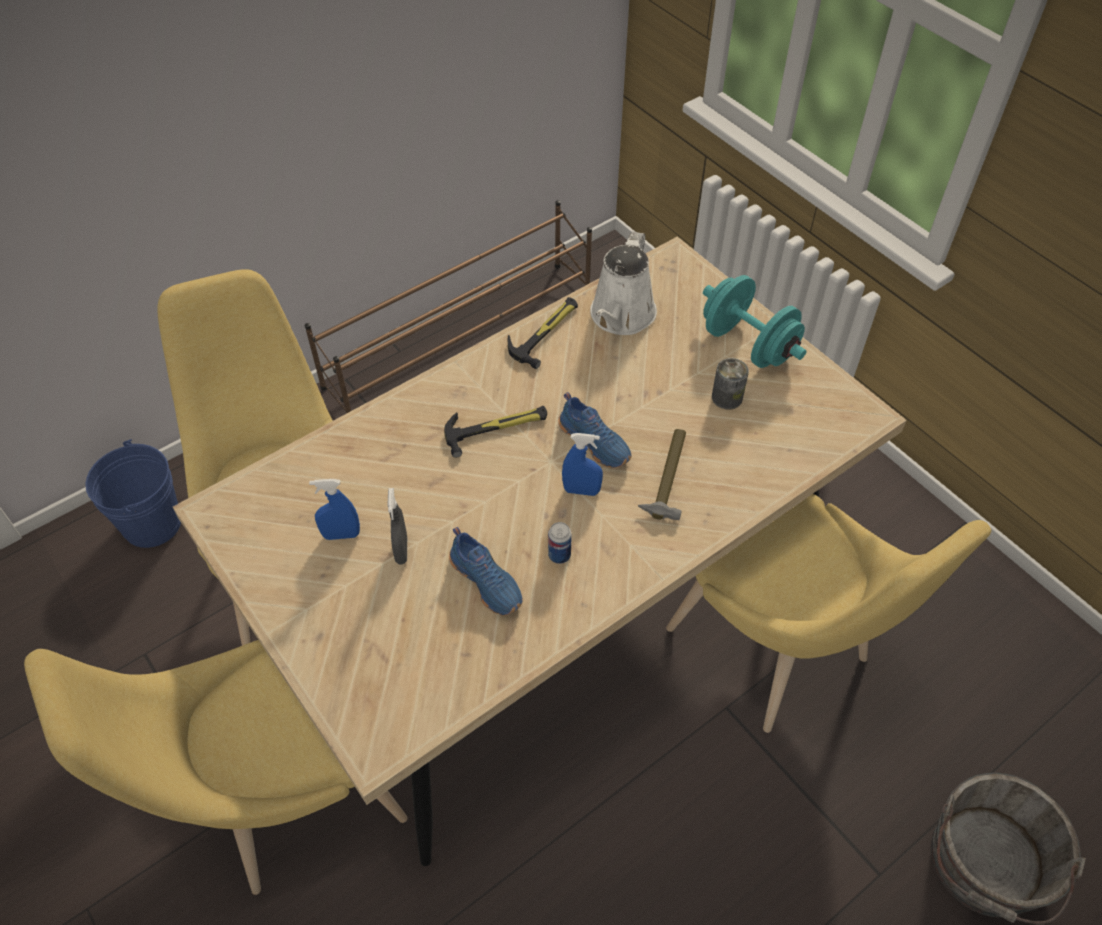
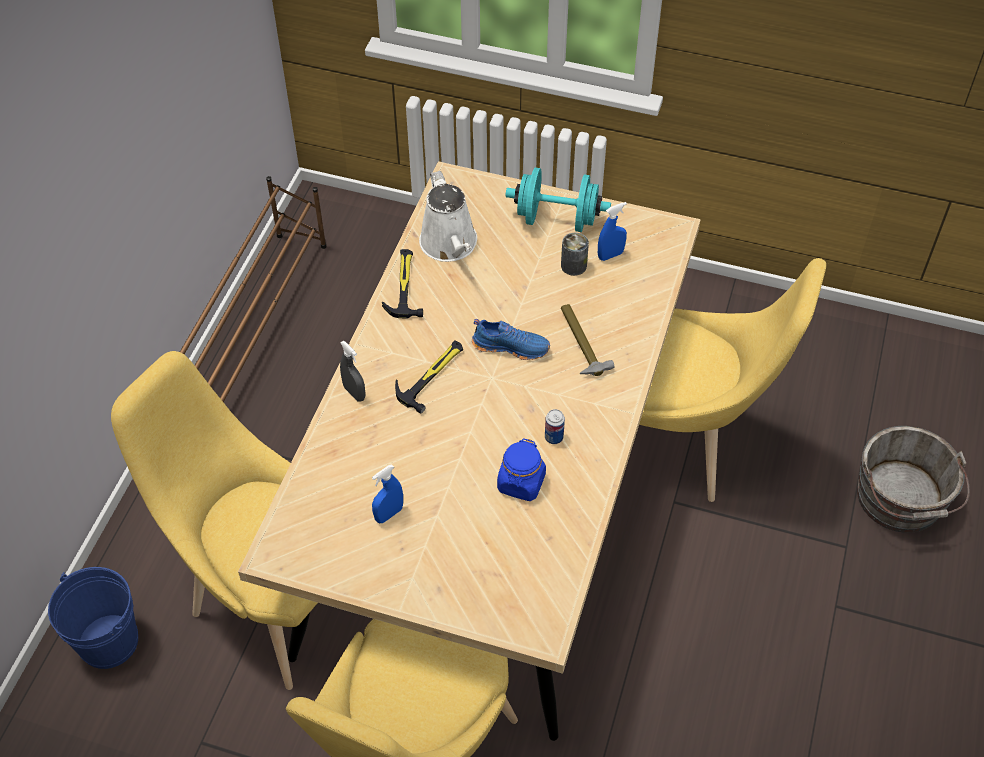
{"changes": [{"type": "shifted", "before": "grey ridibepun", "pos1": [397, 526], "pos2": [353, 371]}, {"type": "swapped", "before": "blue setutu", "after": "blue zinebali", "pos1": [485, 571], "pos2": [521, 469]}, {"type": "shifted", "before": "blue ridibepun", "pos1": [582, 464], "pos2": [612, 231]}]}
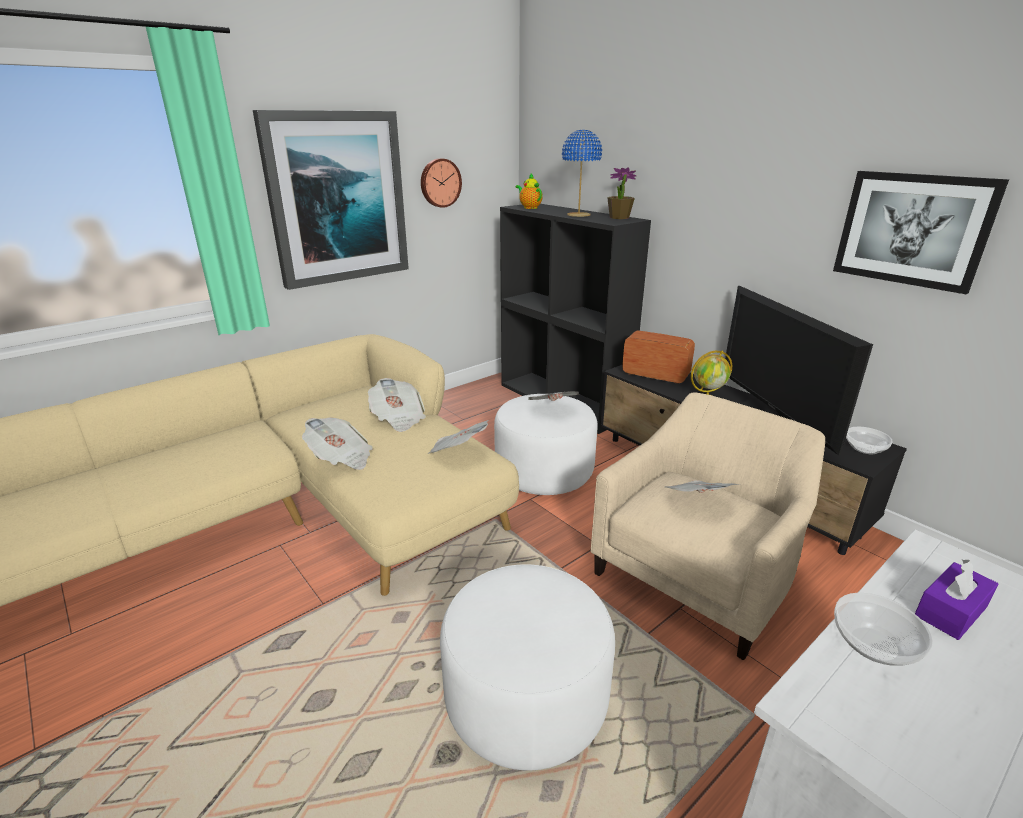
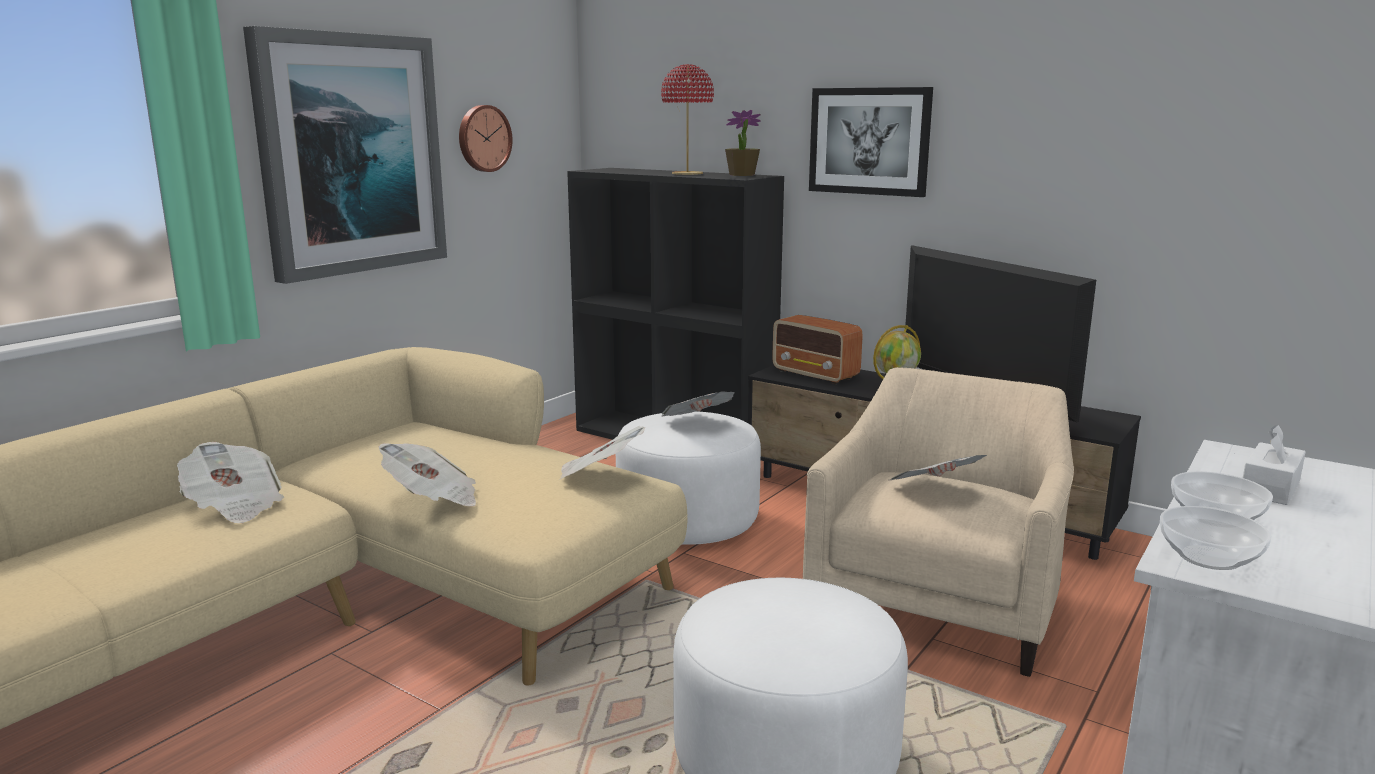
{"changes": [{"type": "shifted", "before": "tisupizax", "pos1": [397, 405], "pos2": [230, 482]}, {"type": "repainted", "before": "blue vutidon", "after": "red vutidon", "pos1": [582, 173], "pos2": [687, 119]}, {"type": "rotated", "before": "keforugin", "pos1": [658, 357], "pos2": [817, 349], "turn": -150}, {"type": "shifted", "before": "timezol", "pos1": [921, 232], "pos2": [871, 142]}, {"type": "shifted", "before": "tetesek", "pos1": [869, 440], "pos2": [1216, 538]}, {"type": "repainted", "before": "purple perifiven", "after": "white perifiven", "pos1": [956, 599], "pos2": [1274, 464]}, {"type": "gone", "before": "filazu", "pos1": [529, 191]}]}
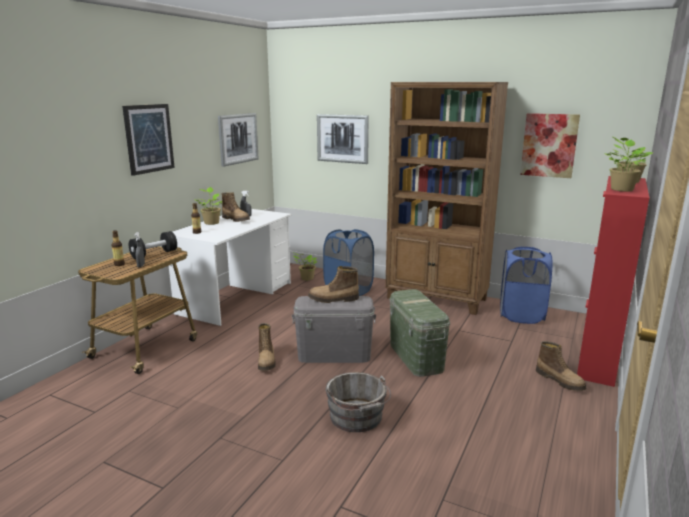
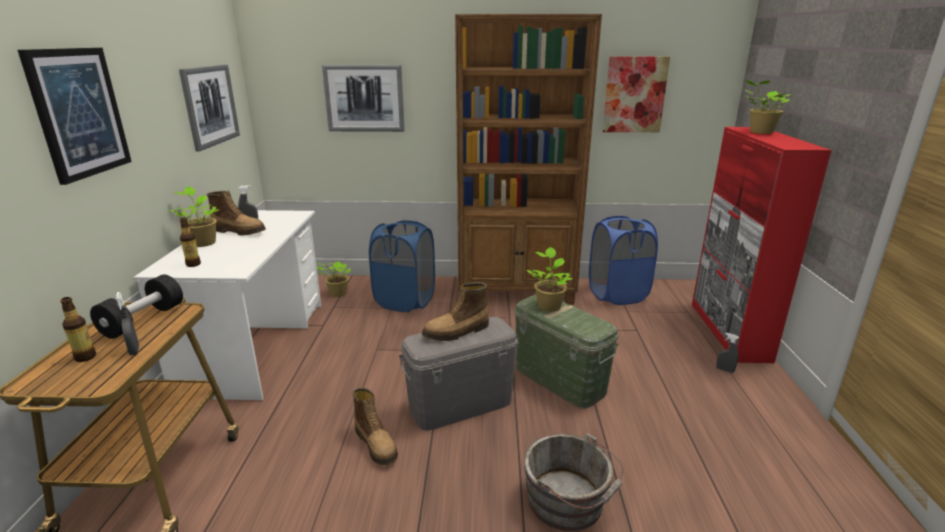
{"changes": [{"type": "shifted", "before": "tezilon", "pos1": [625, 166], "pos2": [549, 279]}, {"type": "swapped", "before": "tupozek", "after": "grey ridibepun", "pos1": [561, 366], "pos2": [727, 353]}]}
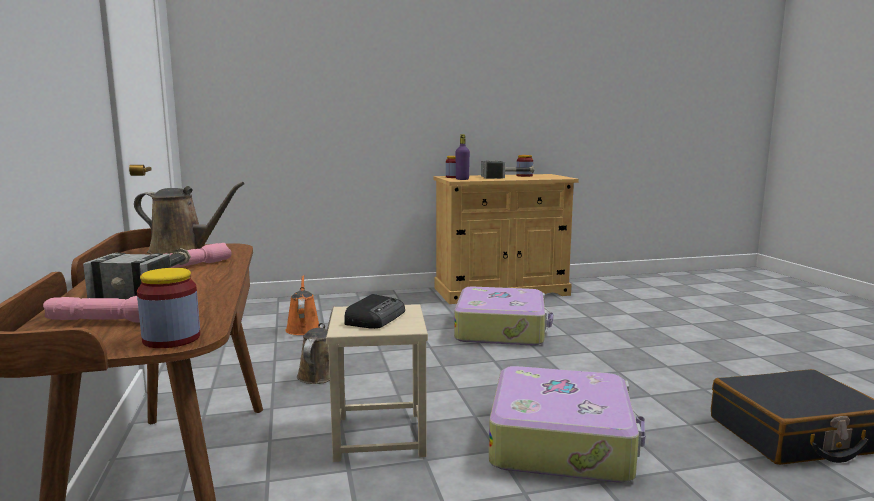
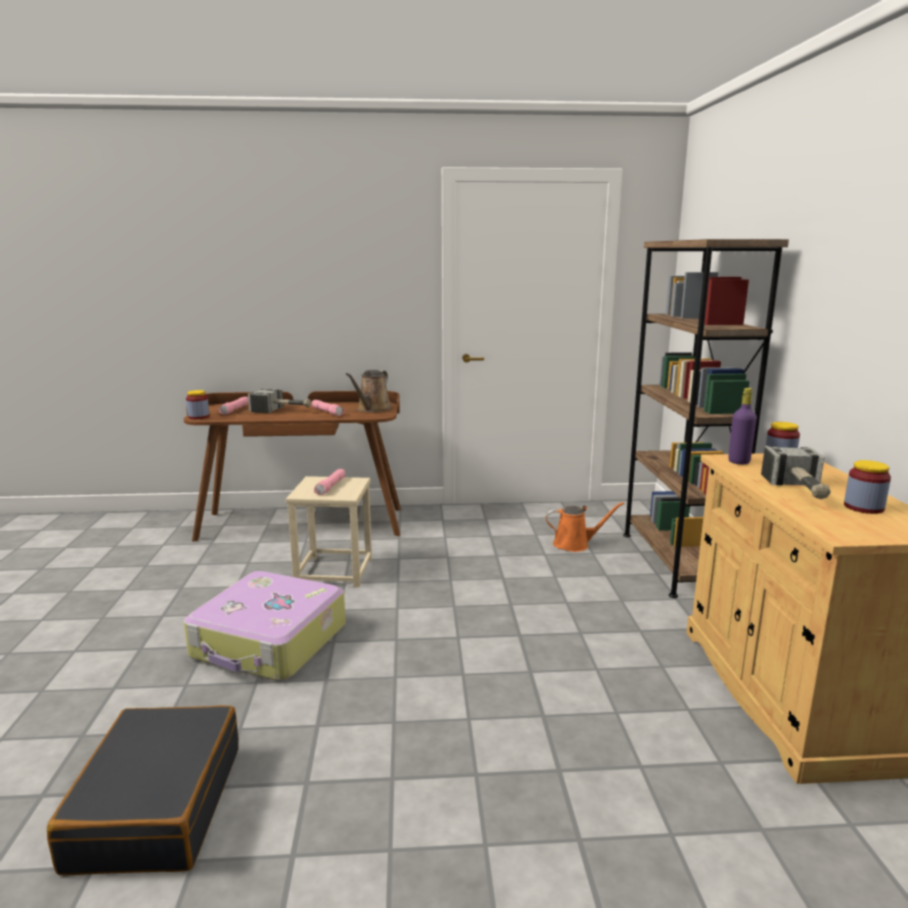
{"changes": [{"type": "swapped", "before": "keforugin", "after": "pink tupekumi", "pos1": [374, 311], "pos2": [329, 482]}, {"type": "new", "after": "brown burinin", "pos2": [706, 418]}, {"type": "gone", "before": "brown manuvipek", "pos1": [316, 345]}, {"type": "gone", "before": "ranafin", "pos1": [503, 316]}]}
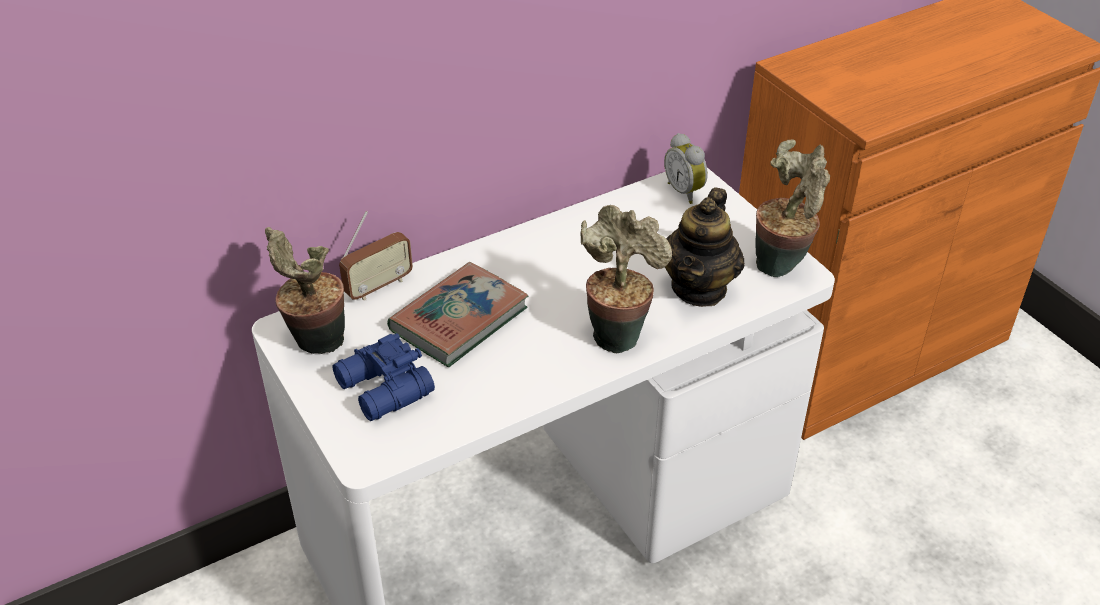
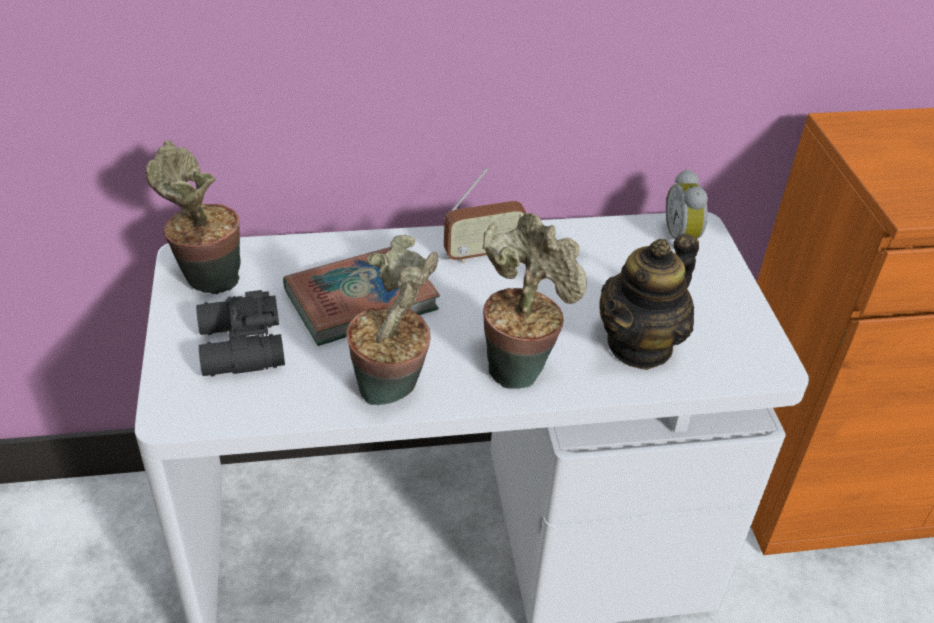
{"changes": [{"type": "repainted", "before": "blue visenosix", "after": "black visenosix", "pos1": [383, 377], "pos2": [240, 333]}, {"type": "shifted", "before": "tezilon", "pos1": [792, 208], "pos2": [392, 320]}, {"type": "shifted", "before": "keforugin", "pos1": [376, 256], "pos2": [485, 216]}]}
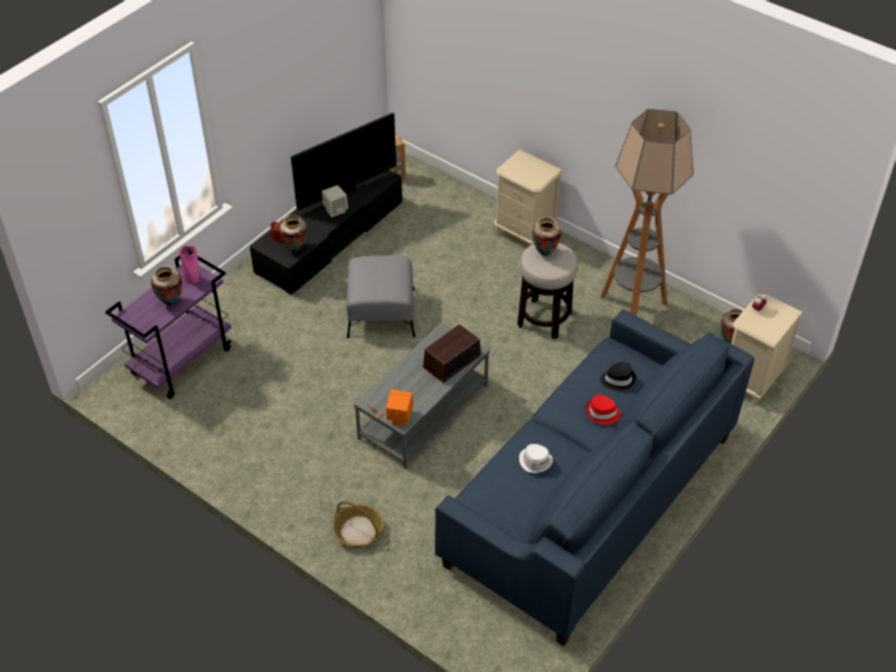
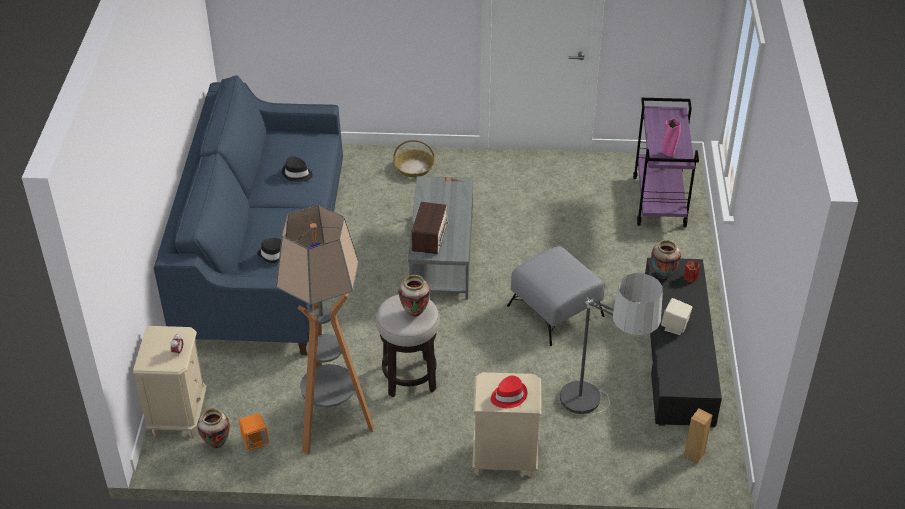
{"changes": [{"type": "shifted", "before": "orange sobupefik", "pos1": [399, 407], "pos2": [254, 432]}, {"type": "repainted", "before": "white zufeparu", "after": "black zufeparu", "pos1": [536, 458], "pos2": [297, 169]}, {"type": "shifted", "before": "red zufeparu", "pos1": [603, 409], "pos2": [509, 391]}, {"type": "new", "after": "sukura", "pos2": [611, 344]}, {"type": "gone", "before": "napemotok", "pos1": [166, 286]}, {"type": "gone", "before": "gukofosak", "pos1": [343, 161]}]}
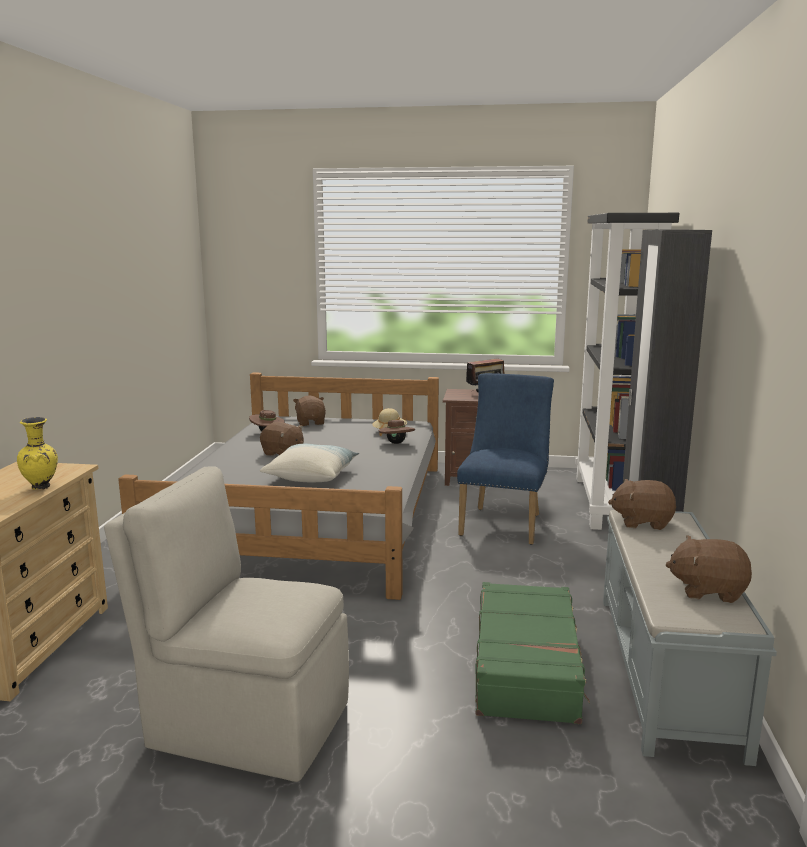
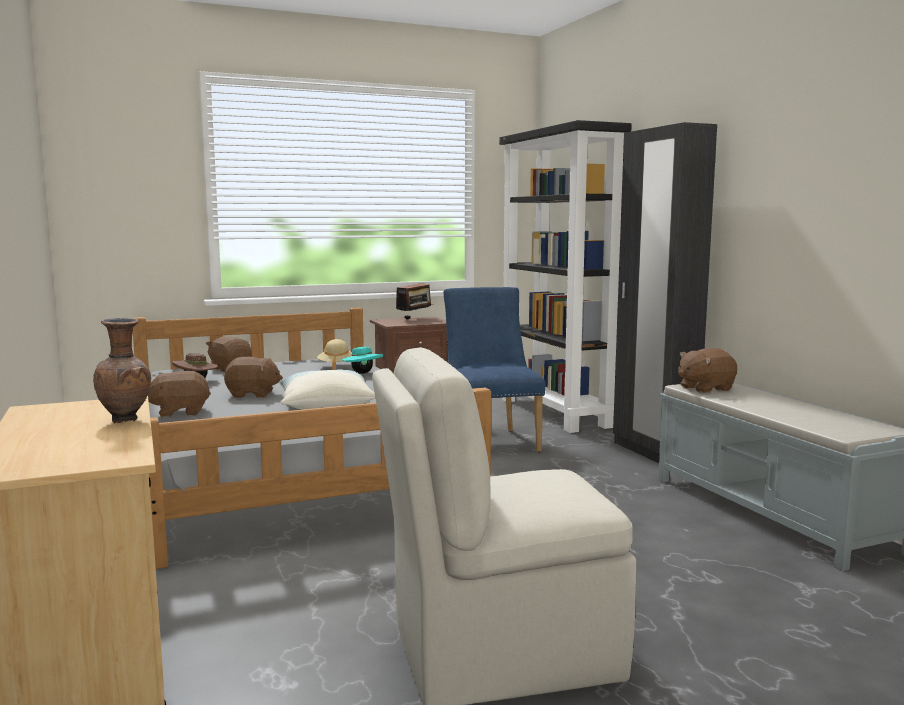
{"changes": [{"type": "repainted", "before": "yellow napemotok", "after": "brown napemotok", "pos1": [37, 453], "pos2": [122, 370]}, {"type": "shifted", "before": "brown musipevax", "pos1": [709, 569], "pos2": [179, 394]}, {"type": "repainted", "before": "brown zufeparu", "after": "turquoise zufeparu", "pos1": [397, 431], "pos2": [362, 359]}, {"type": "gone", "before": "green ranafin", "pos1": [532, 653]}]}
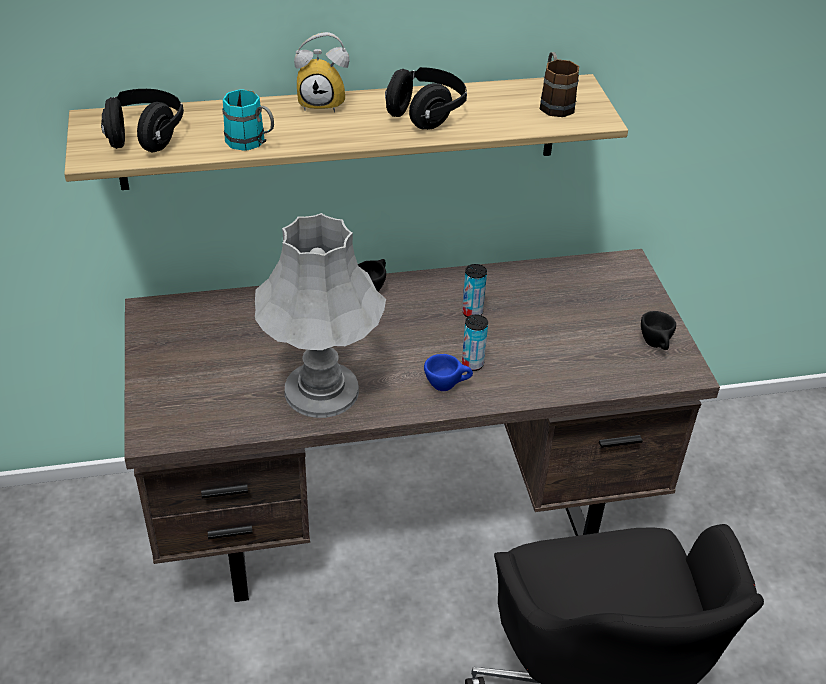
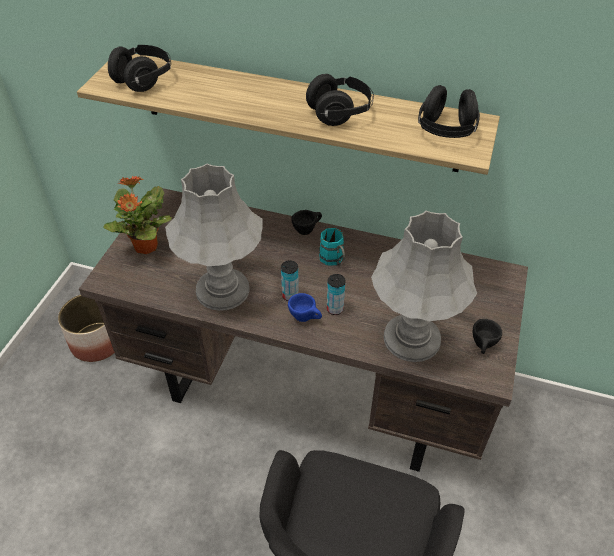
{"changes": [{"type": "new", "after": "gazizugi", "pos2": [86, 328]}, {"type": "new", "after": "tezilon", "pos2": [137, 215]}, {"type": "shifted", "before": "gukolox", "pos1": [474, 290], "pos2": [290, 280]}, {"type": "shifted", "before": "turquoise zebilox", "pos1": [248, 120], "pos2": [332, 247]}, {"type": "new", "after": "grey vutidon", "pos2": [424, 286]}, {"type": "swapped", "before": "brown zebilox", "after": "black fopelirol", "pos1": [559, 84], "pos2": [449, 111]}, {"type": "gone", "before": "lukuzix", "pos1": [322, 72]}]}
